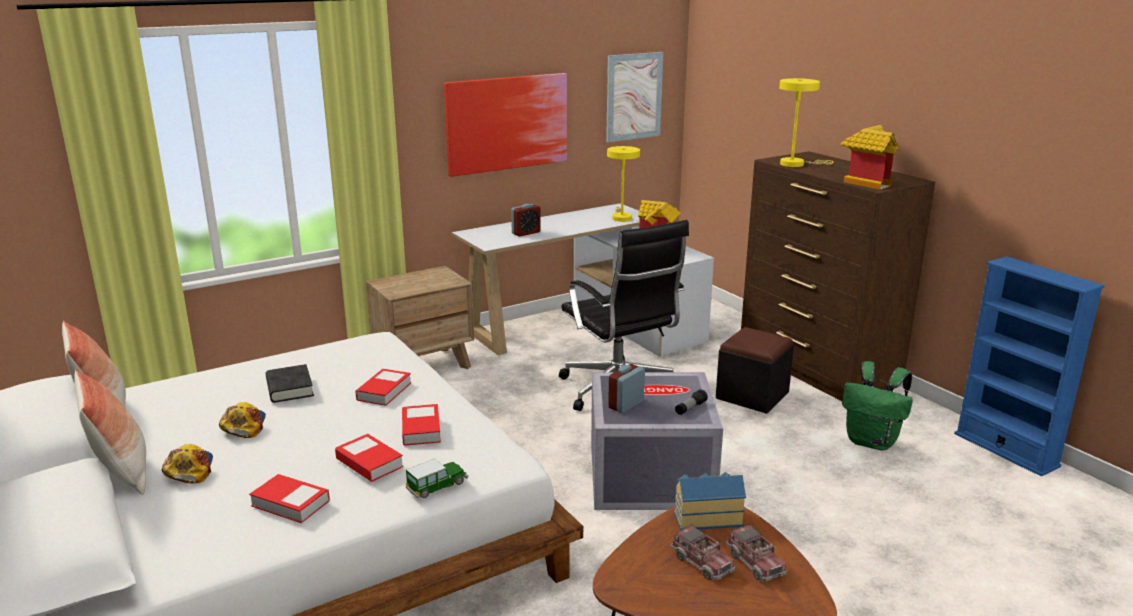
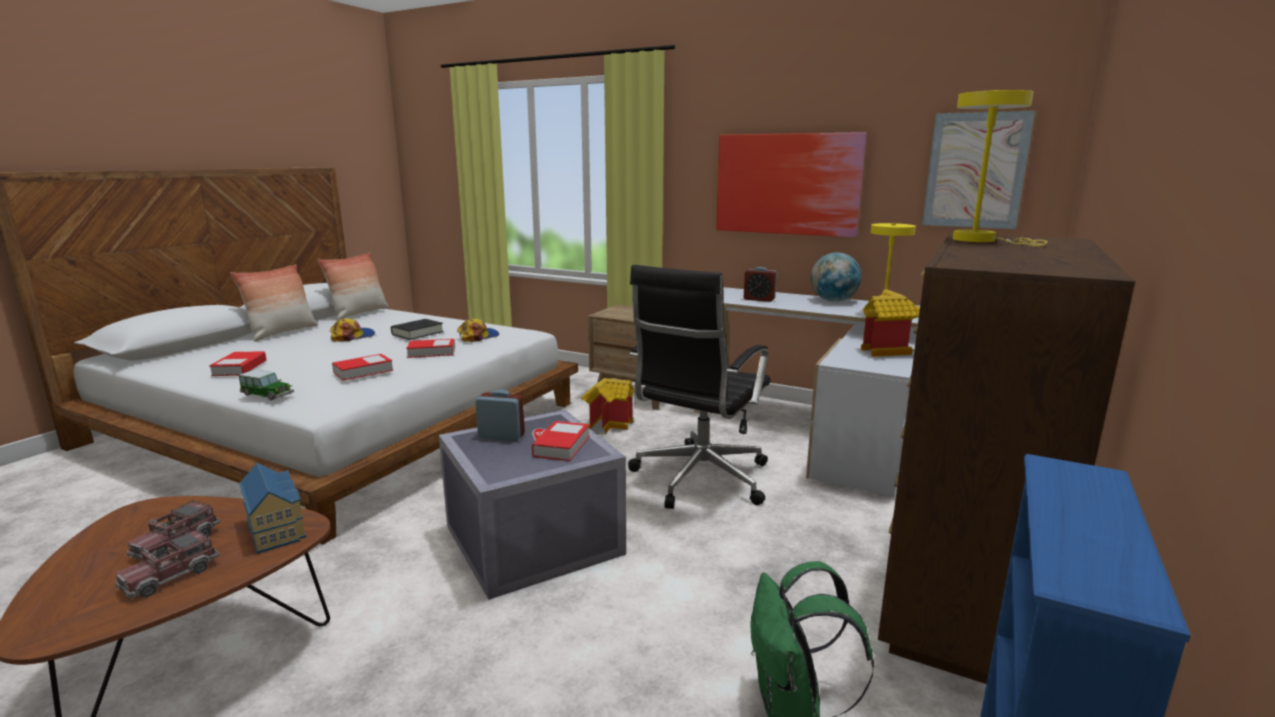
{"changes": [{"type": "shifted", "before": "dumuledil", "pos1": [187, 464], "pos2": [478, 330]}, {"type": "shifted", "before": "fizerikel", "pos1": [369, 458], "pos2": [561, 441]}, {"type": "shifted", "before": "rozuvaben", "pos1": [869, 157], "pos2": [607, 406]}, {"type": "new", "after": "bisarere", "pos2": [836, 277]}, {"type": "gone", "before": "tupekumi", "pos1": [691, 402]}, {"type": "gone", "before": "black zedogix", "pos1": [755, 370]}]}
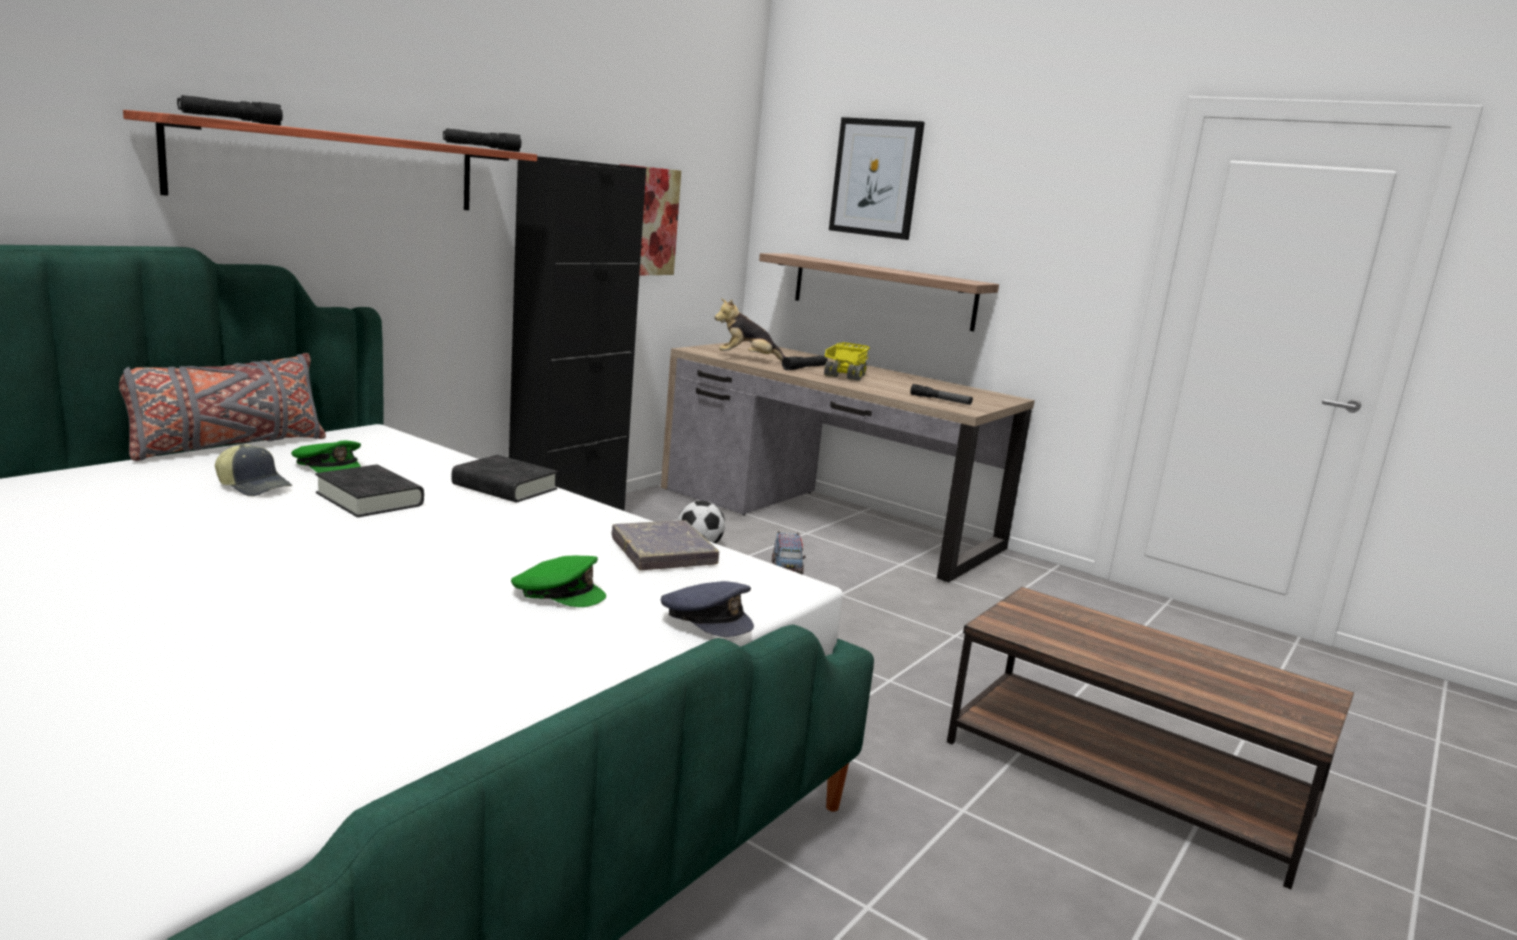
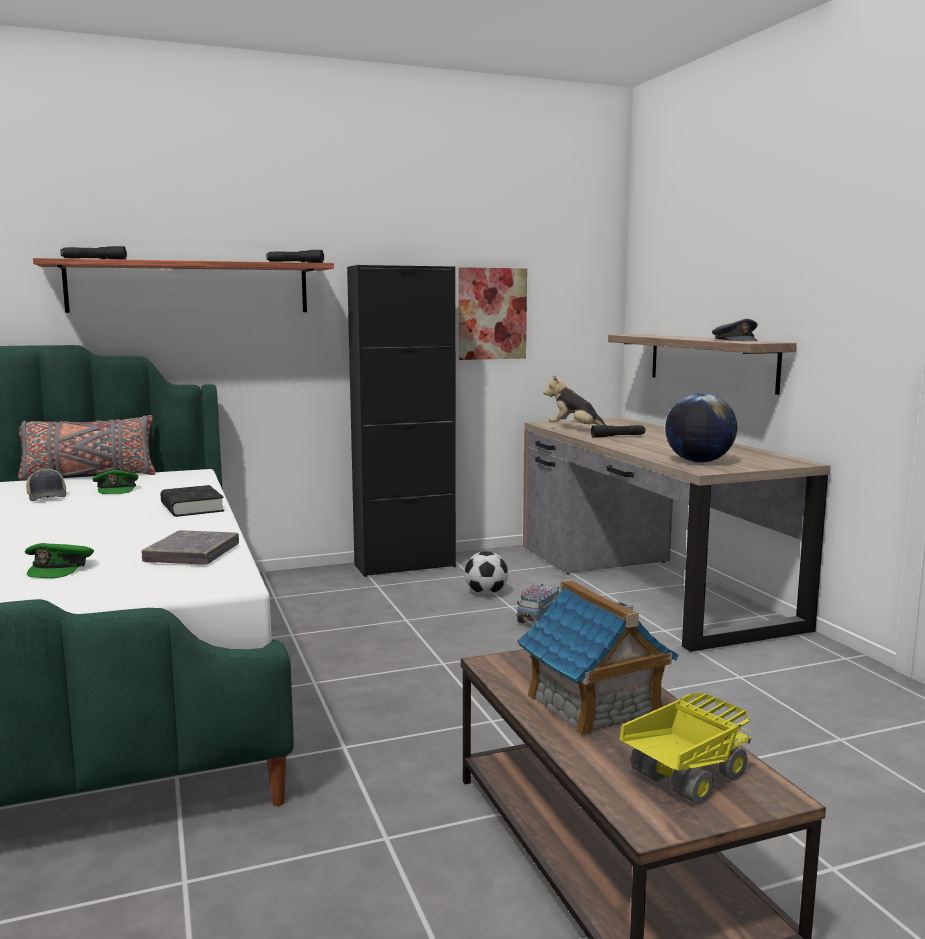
{"changes": [{"type": "rotated", "before": "green dumuledil", "pos1": [558, 581], "pos2": [59, 560], "turn": 45}, {"type": "new", "after": "rozuvaben", "pos2": [598, 658]}, {"type": "shifted", "before": "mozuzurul", "pos1": [847, 361], "pos2": [685, 749]}, {"type": "swapped", "before": "tupekumi", "after": "bisarere", "pos1": [941, 394], "pos2": [701, 428]}, {"type": "shifted", "before": "grey dumuledil", "pos1": [707, 609], "pos2": [735, 330]}, {"type": "gone", "before": "black fizerikel", "pos1": [369, 491]}, {"type": "gone", "before": "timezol", "pos1": [877, 178]}]}
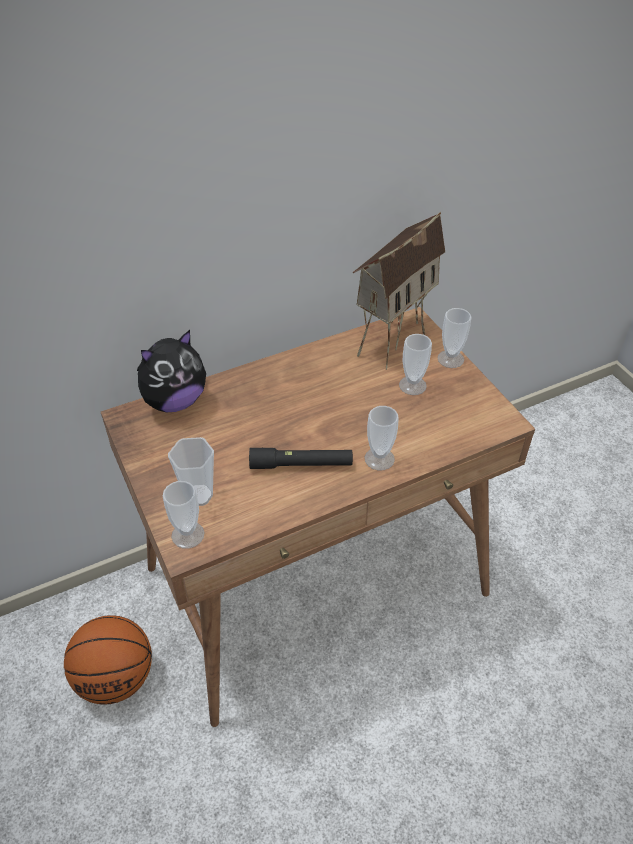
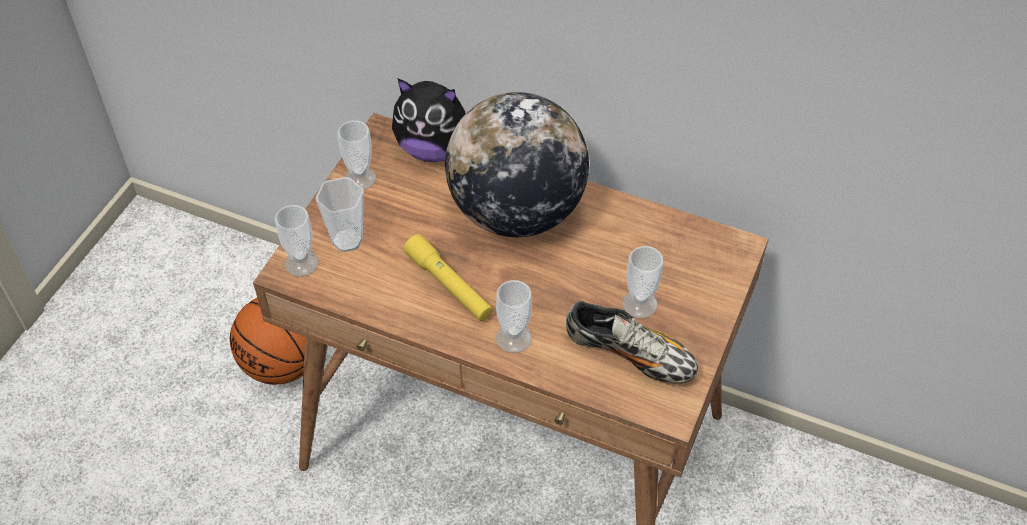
{"changes": [{"type": "shifted", "before": "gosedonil", "pos1": [454, 338], "pos2": [357, 155]}, {"type": "repainted", "before": "black tupekumi", "after": "yellow tupekumi", "pos1": [301, 458], "pos2": [448, 277]}, {"type": "new", "after": "bisarere", "pos2": [517, 164]}, {"type": "new", "after": "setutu", "pos2": [632, 342]}, {"type": "gone", "before": "rozuvaben", "pos1": [399, 291]}]}
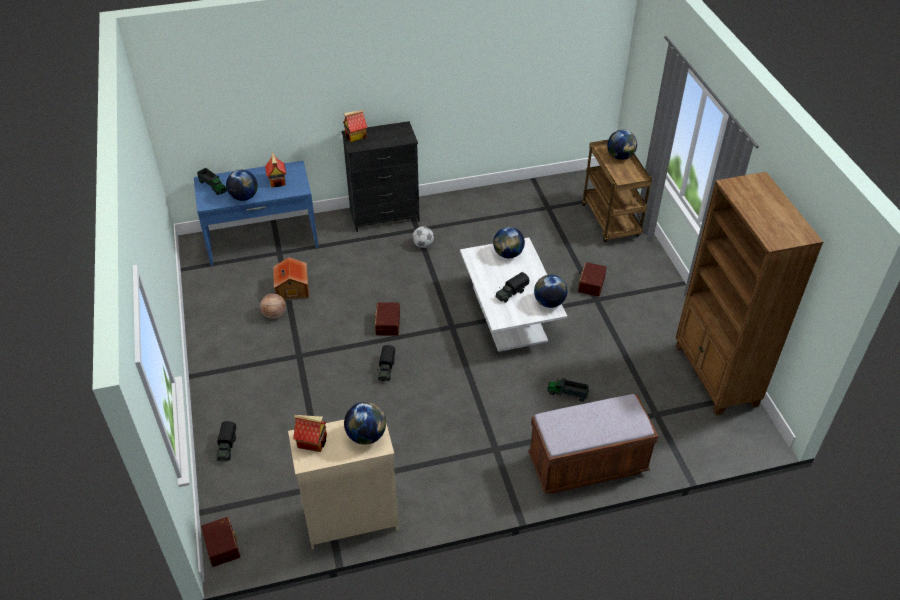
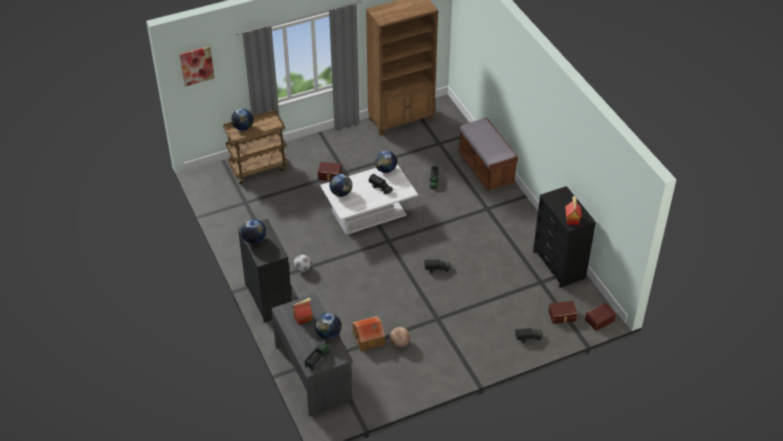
{"changes": [{"type": "new", "after": "timezol", "pos2": [197, 66]}, {"type": "shifted", "before": "bisarere", "pos1": [365, 423], "pos2": [253, 231]}, {"type": "repainted", "before": "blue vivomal", "after": "grey vivomal", "pos1": [256, 213], "pos2": [312, 354]}, {"type": "repainted", "before": "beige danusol", "after": "black danusol", "pos1": [343, 485], "pos2": [564, 237]}, {"type": "shifted", "before": "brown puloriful", "pos1": [387, 318], "pos2": [563, 312]}, {"type": "gone", "before": "rozuvaben", "pos1": [355, 126]}]}
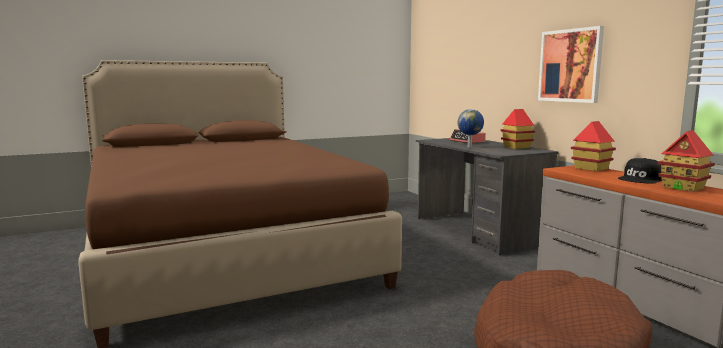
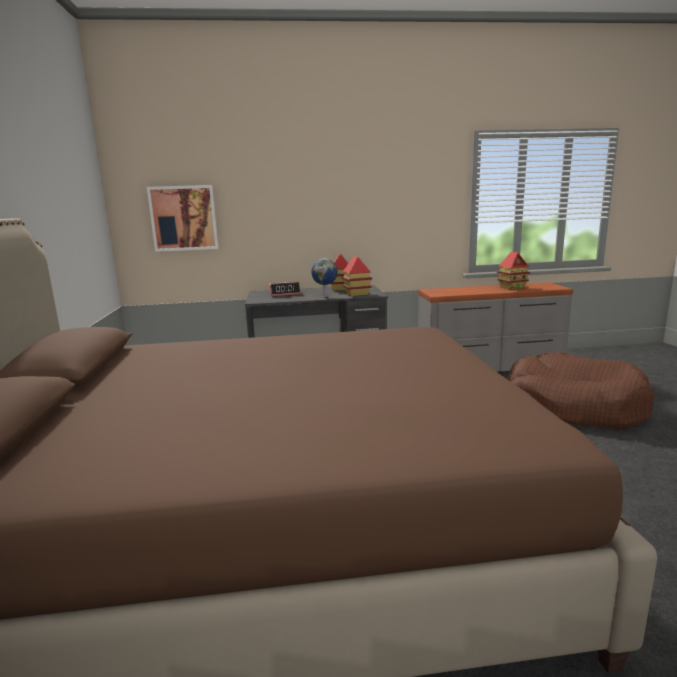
{"changes": [{"type": "shifted", "before": "timezol", "pos1": [571, 64], "pos2": [183, 218]}, {"type": "shifted", "before": "rozuvaben", "pos1": [593, 146], "pos2": [356, 276]}, {"type": "gone", "before": "black dumuledil", "pos1": [640, 171]}]}
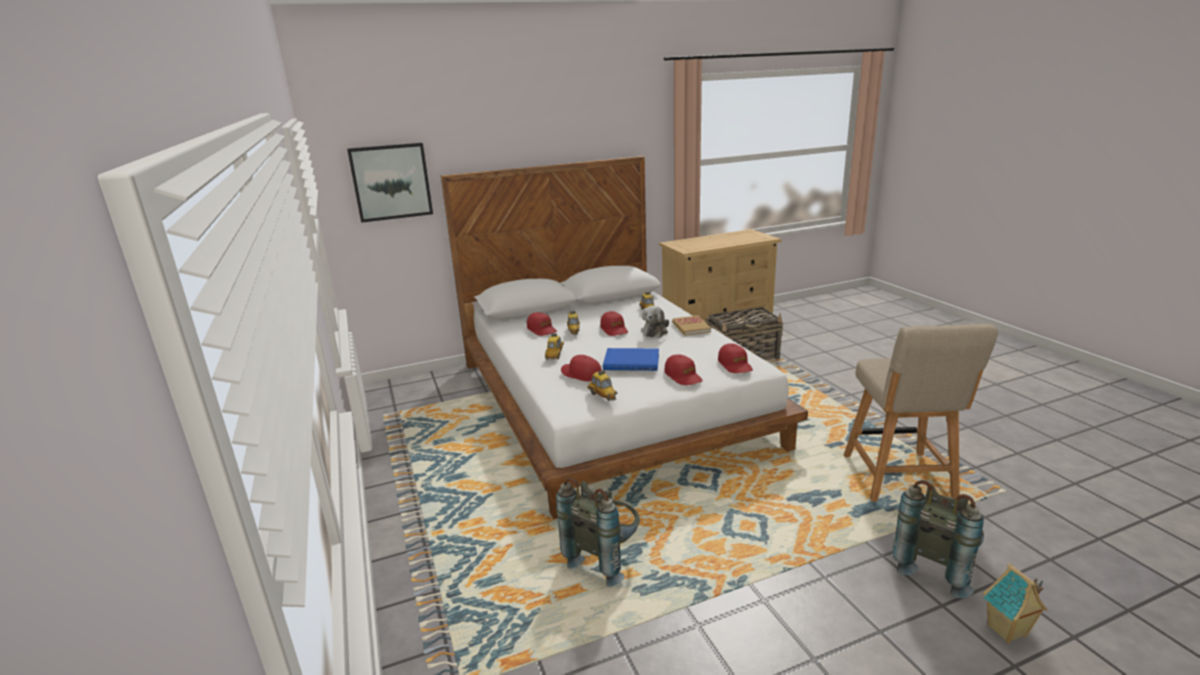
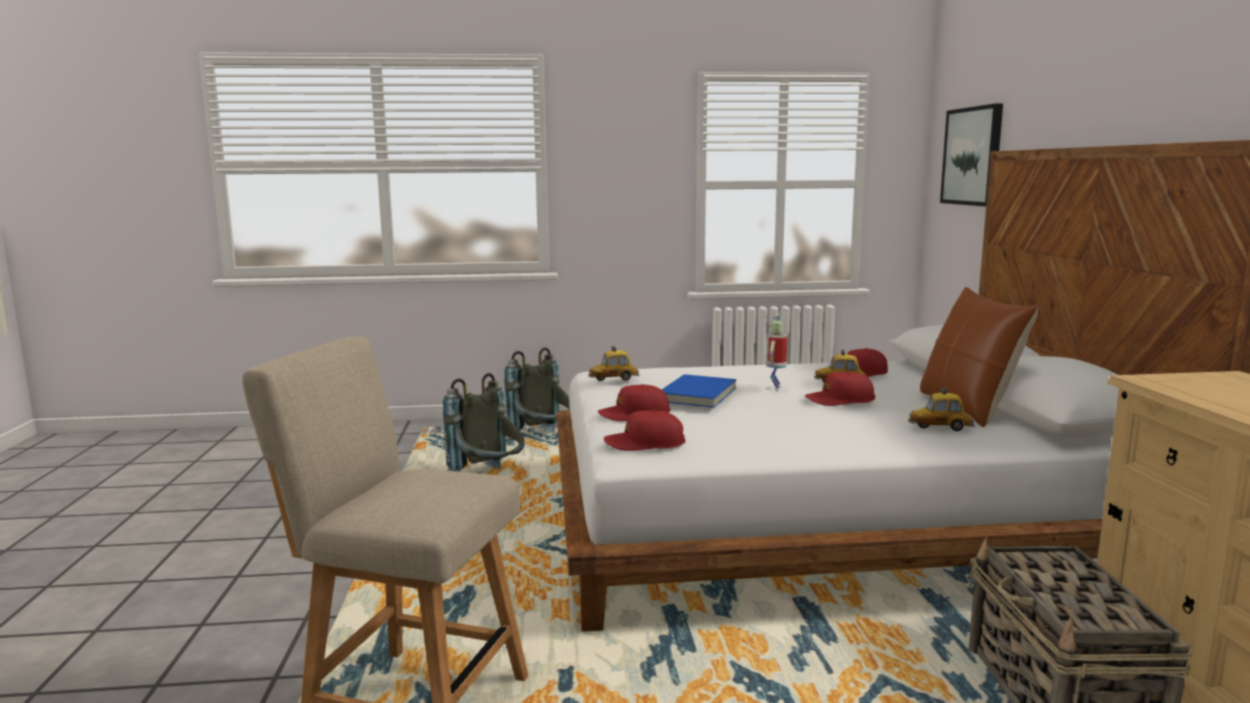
{"changes": [{"type": "shifted", "before": "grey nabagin", "pos1": [938, 539], "pos2": [537, 389]}, {"type": "new", "after": "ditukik", "pos2": [776, 352]}, {"type": "new", "after": "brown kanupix", "pos2": [979, 357]}, {"type": "gone", "before": "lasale", "pos1": [554, 346]}, {"type": "gone", "before": "red dumuledil", "pos1": [581, 368]}, {"type": "gone", "before": "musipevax", "pos1": [655, 322]}, {"type": "gone", "before": "fizerikel", "pos1": [691, 325]}, {"type": "gone", "before": "rozuvaben", "pos1": [1015, 603]}]}
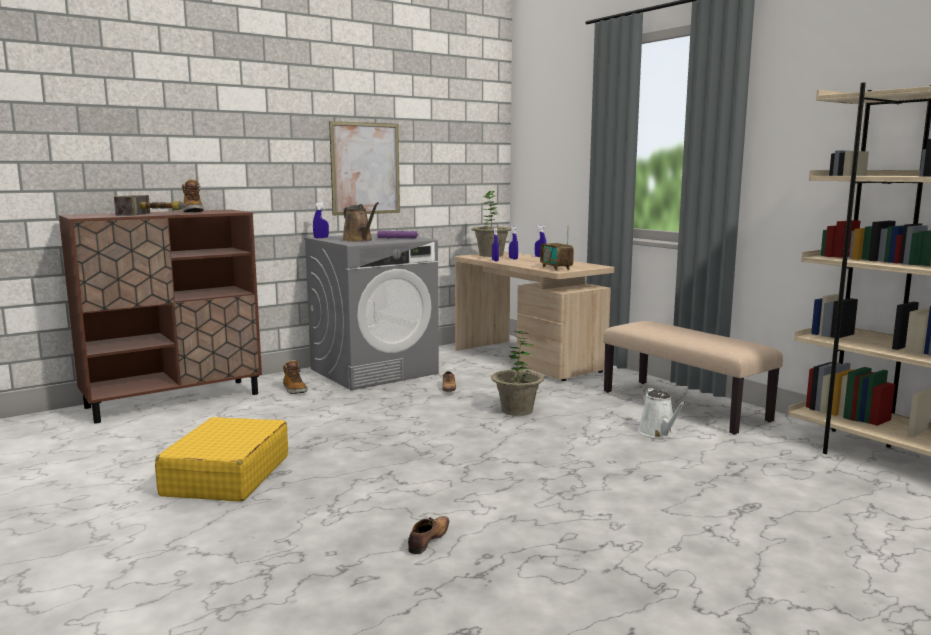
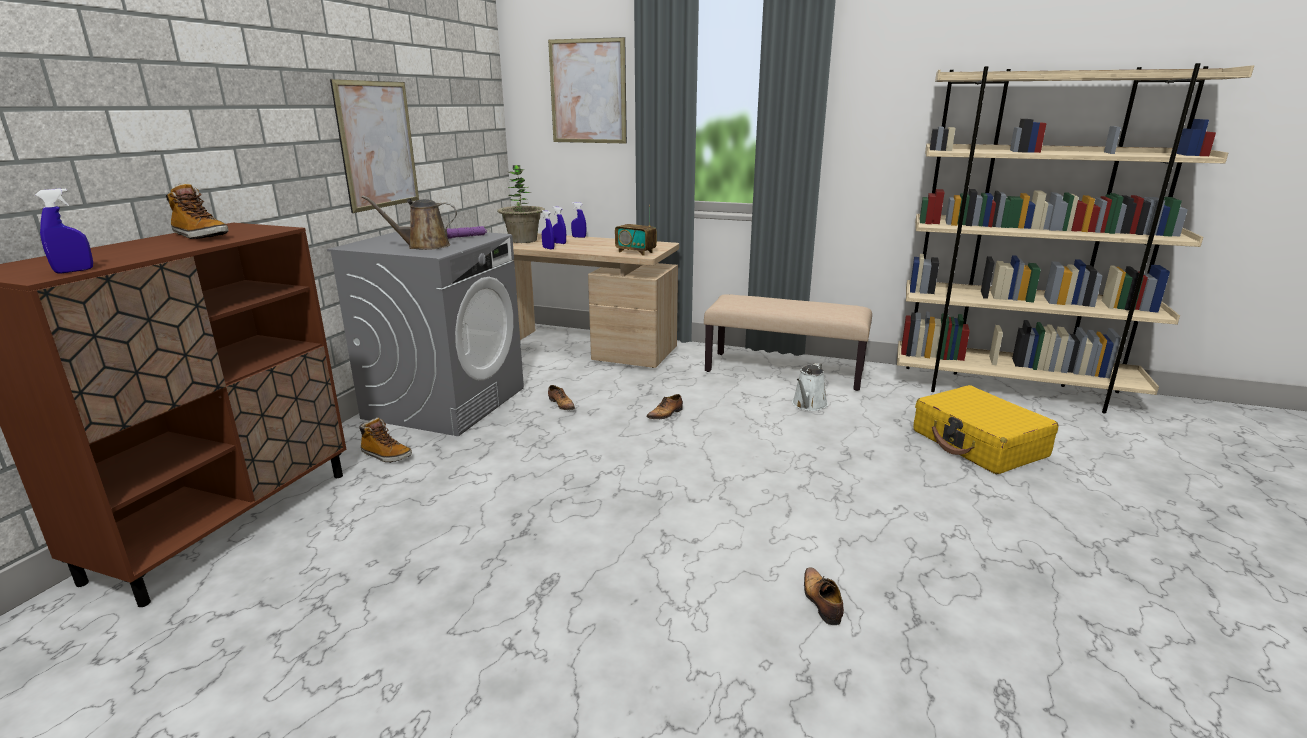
{"changes": [{"type": "shifted", "before": "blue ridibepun", "pos1": [321, 220], "pos2": [64, 231]}, {"type": "rotated", "before": "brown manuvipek", "pos1": [360, 222], "pos2": [409, 222], "turn": 150}, {"type": "new", "after": "timezol", "pos2": [587, 90]}, {"type": "swapped", "before": "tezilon", "after": "setutu", "pos1": [518, 373], "pos2": [664, 406]}, {"type": "rotated", "before": "white manuvipek", "pos1": [662, 413], "pos2": [810, 387], "turn": 75}, {"type": "shifted", "before": "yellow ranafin", "pos1": [221, 459], "pos2": [985, 429]}, {"type": "gone", "before": "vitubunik", "pos1": [150, 205]}]}
